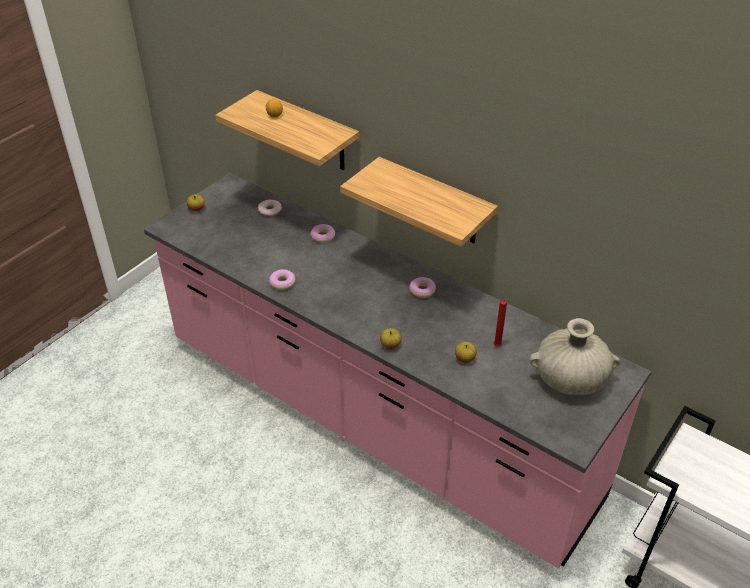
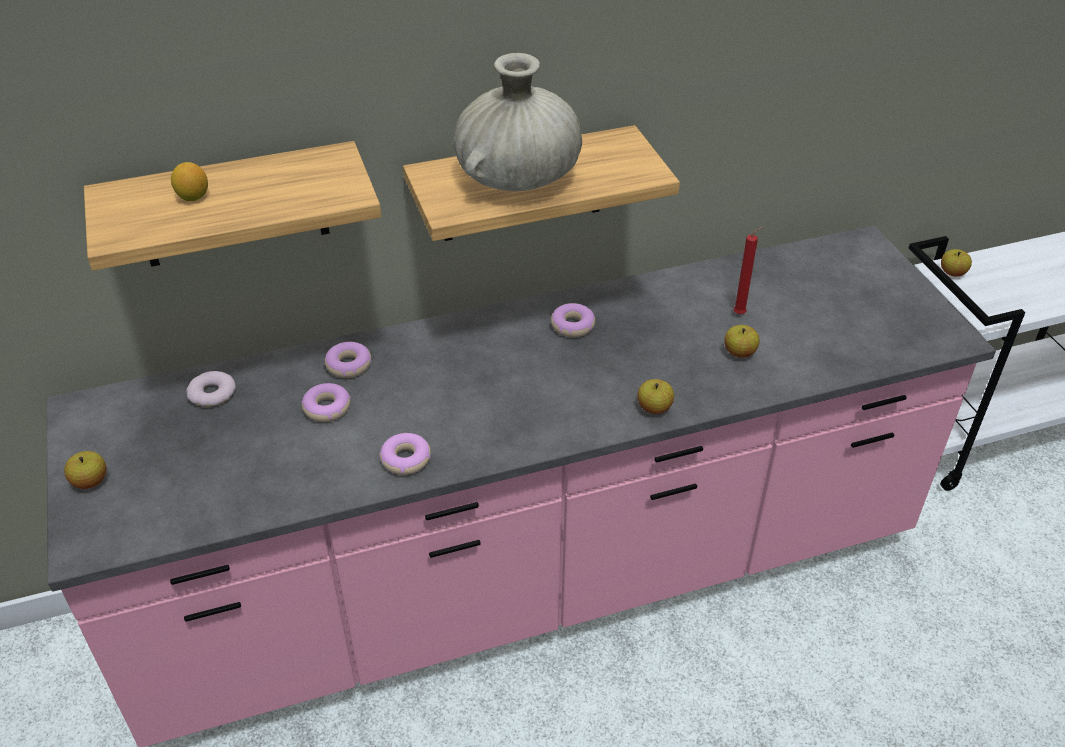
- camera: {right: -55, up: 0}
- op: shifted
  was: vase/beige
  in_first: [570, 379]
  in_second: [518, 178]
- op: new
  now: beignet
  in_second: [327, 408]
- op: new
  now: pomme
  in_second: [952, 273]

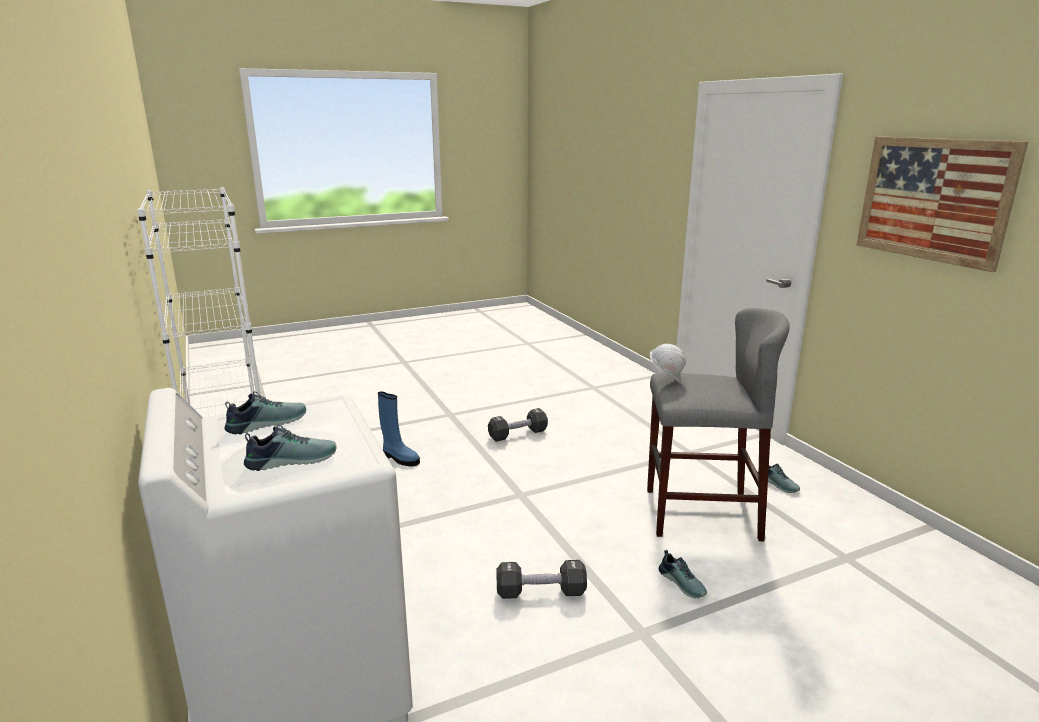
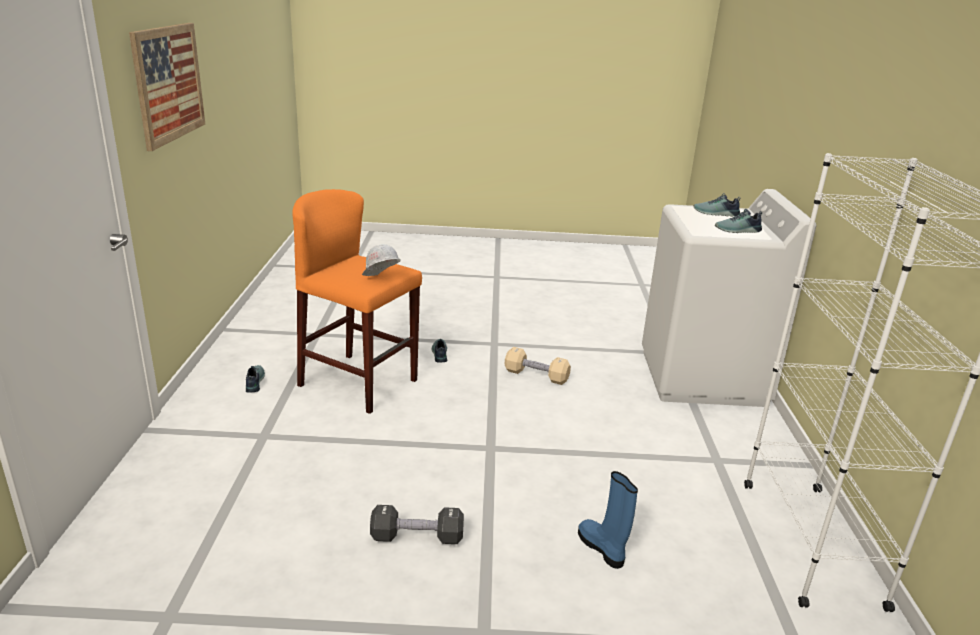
- camera: {right: -155, up: 5}
- op: repainted
  was: haltère/noir
  now: haltère/beige
  in_first: [541, 592]
  in_second: [536, 376]
- op: repainted
  was: tabouret/gris
  now: tabouret/orange
  in_first: [701, 513]
  in_second: [358, 383]

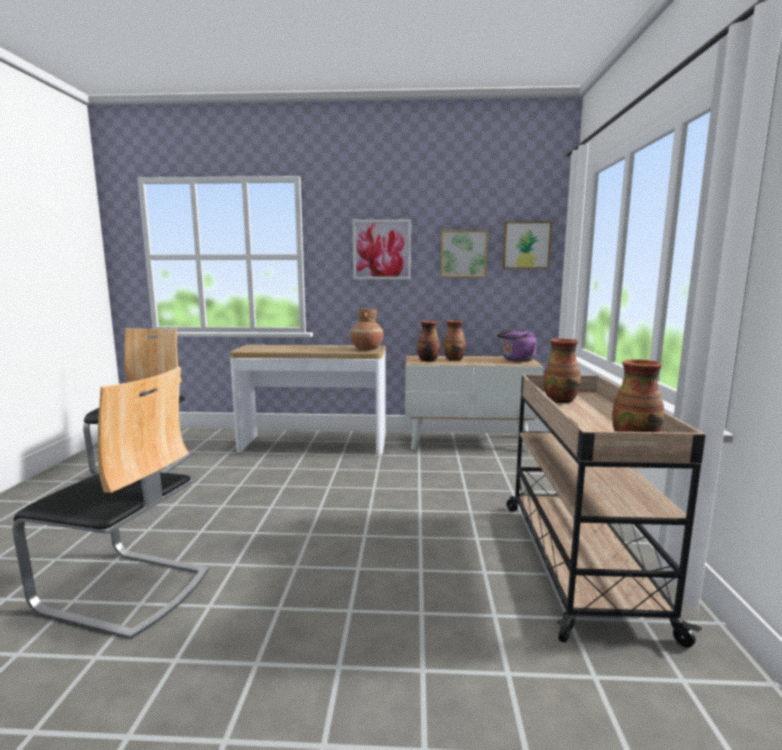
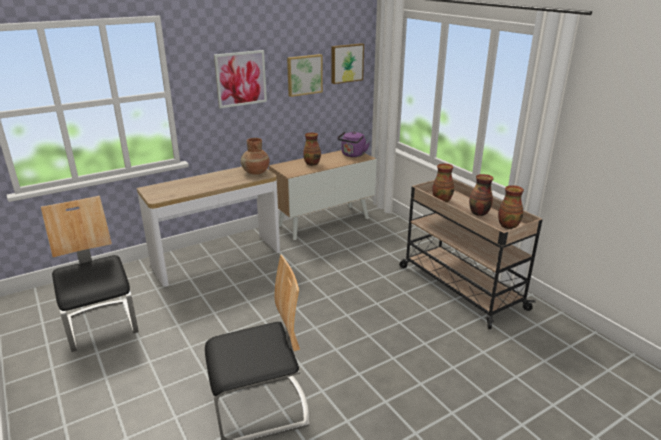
- camera: {right: -35, up: 15}
- op: shifted
  was: vase
  in_first: [427, 360]
  in_second: [478, 213]

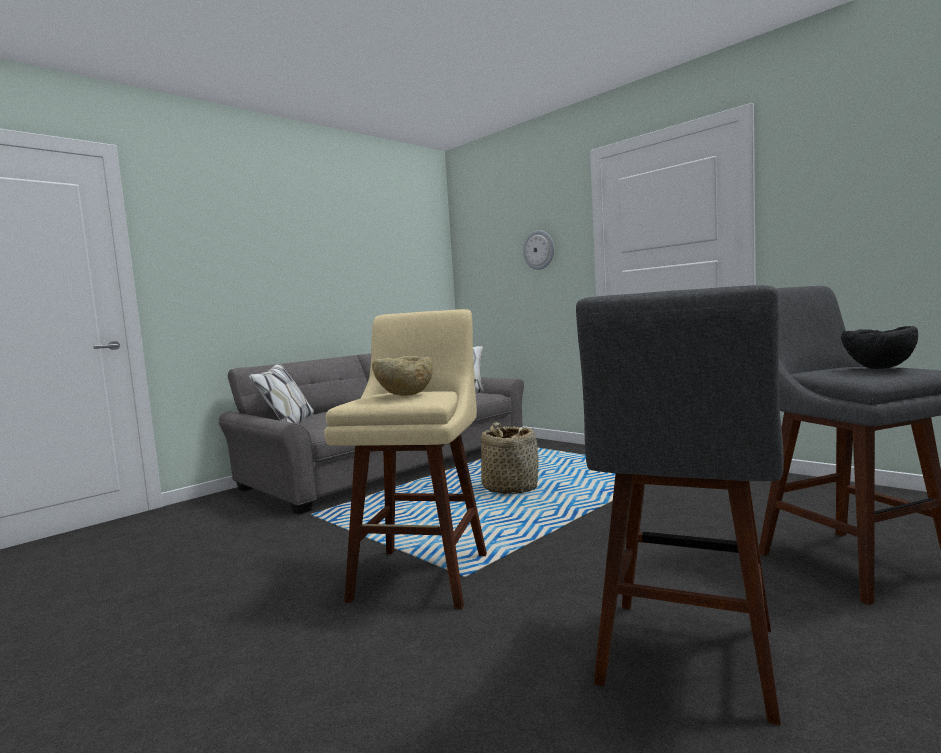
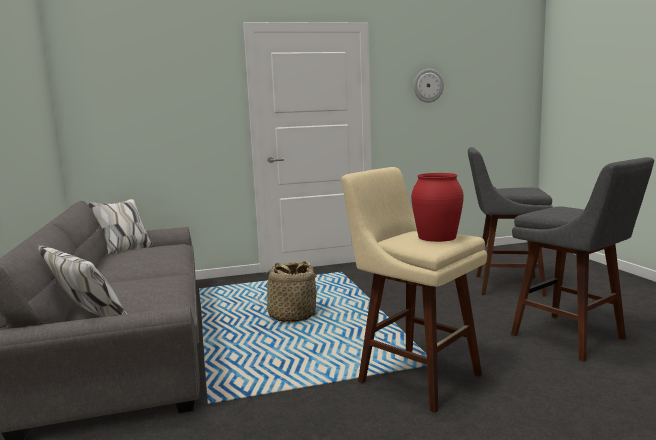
- camera: {right: -60, up: 5}
- op: swapped
  was: bol/beige
  now: vase/rouge
  in_first: [404, 395]
  in_second: [436, 237]
- op: shifted
  was: horloge murale
  in_first: [539, 250]
  in_second: [428, 85]
- op: gone
  was: bol/noir
  in_first: [878, 369]

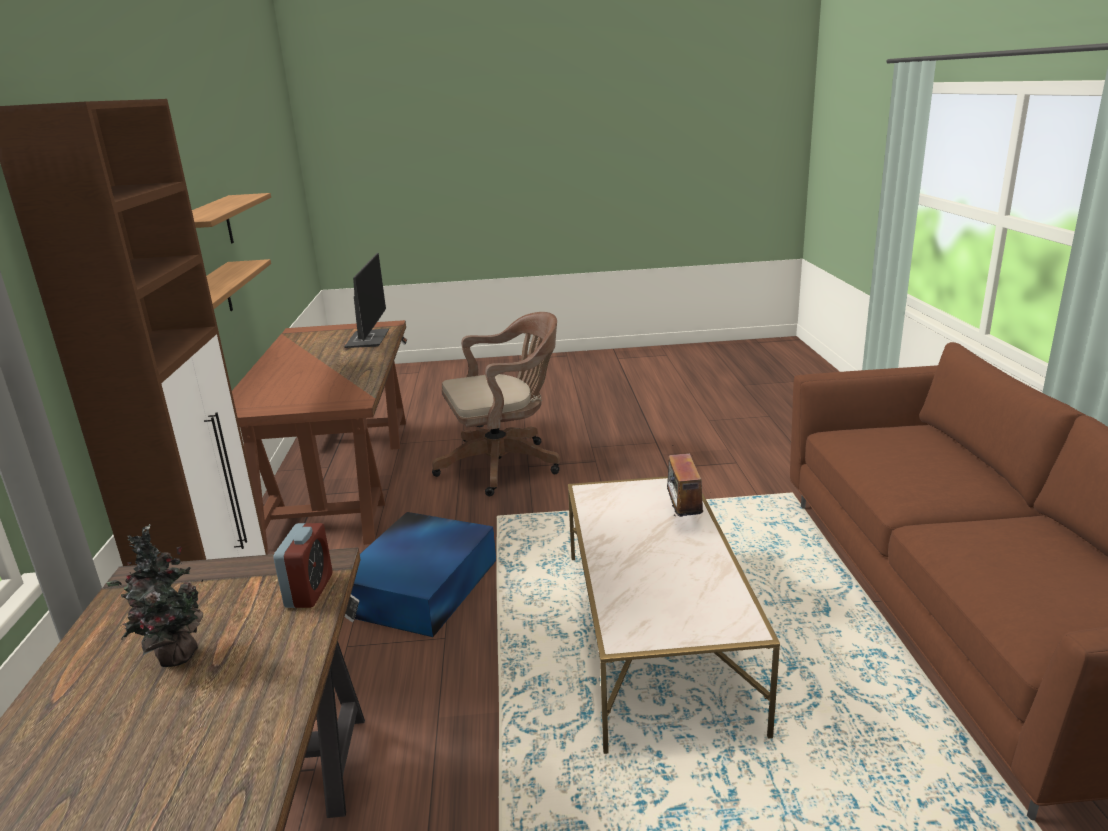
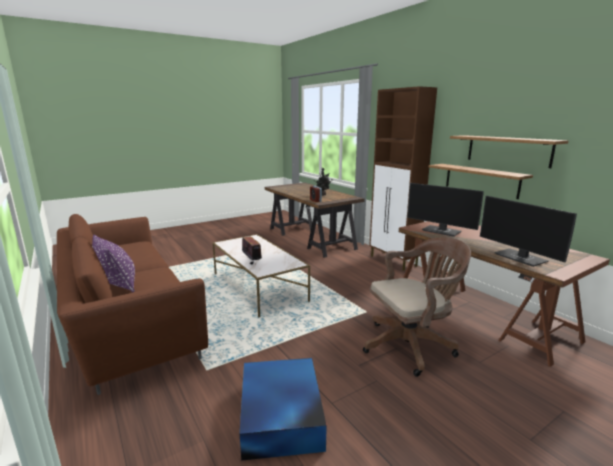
- camera: {right: 150, up: -5}
- op: shifted
  was: boîte de rangement/bleu
  in_first: [423, 585]
  in_second: [280, 416]
- op: rotated
  was: chaise de bureau/marron
  in_first: [505, 465]
  in_second: [412, 345]
  clockwise: -150
- op: new
  now: coussin/violet
  in_second: [118, 285]
- op: new
  now: écran d'ordinateur
  in_second: [442, 231]

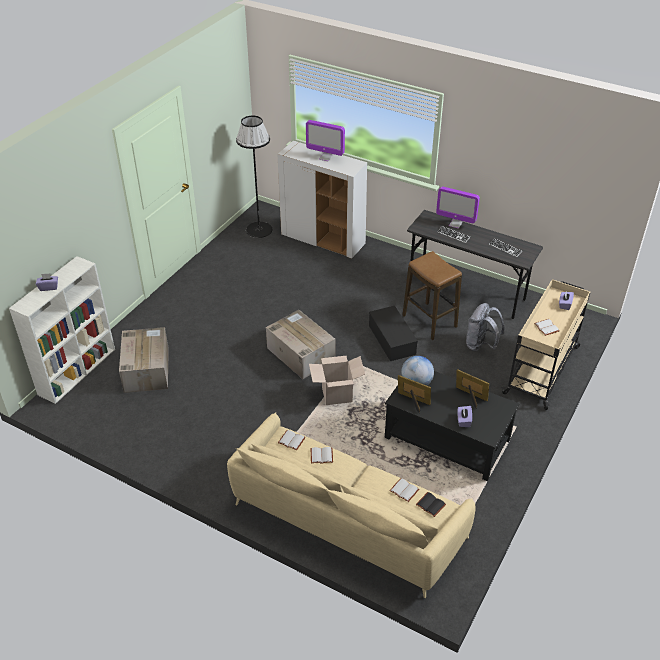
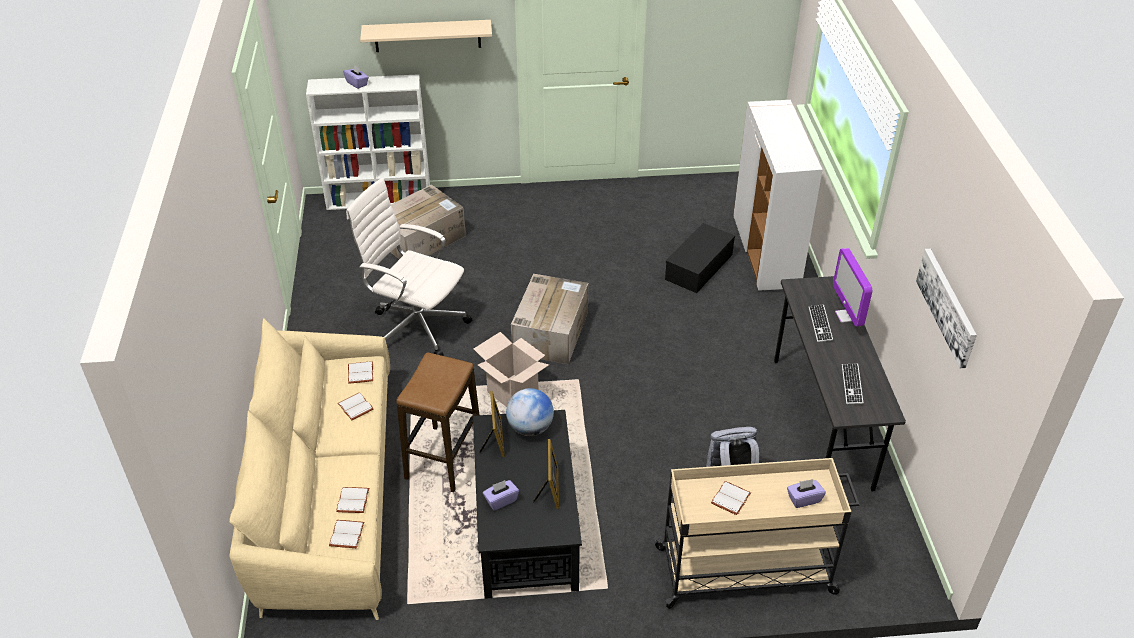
- camera: {right: 55, up: 0}
- op: gone
  was: lampadaire/noir
  in_first: [259, 229]
- op: gone
  was: écran d'ordinateur
  in_first: [325, 157]
- op: shifted
  was: boîte de rangement/noir
  in_first: [393, 340]
  in_second: [699, 268]
- op: shifted
  was: tabouret
  in_first: [429, 321]
  in_second: [444, 458]
- op: repainted
  was: livre/noir
  now: livre/blanc
  in_first: [430, 505]
  in_second: [346, 534]
- op: new
  now: chaise de bureau/blanc
  in_second: [416, 326]
- op: new
  now: étagère/beige
  in_second: [427, 36]
- op: new
  now: tableau
  in_second: [947, 306]

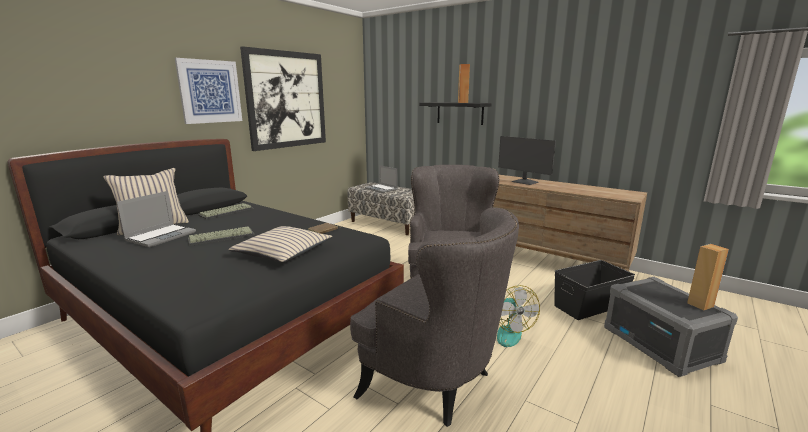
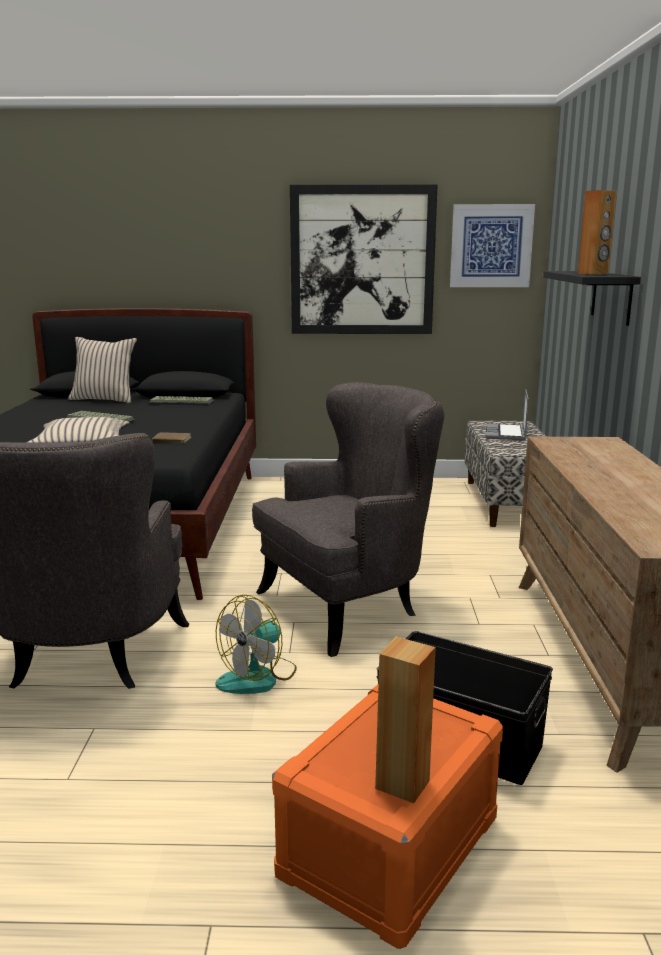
- camera: {right: 55, up: 0}
- op: gone
  was: ordinateur portable
  in_first: [161, 236]
- op: shifted
  was: tableau
  in_first: [210, 91]
  in_second: [491, 246]
- op: gone
  was: écran d'ordinateur
  in_first: [524, 182]
- op: repainted
  was: boîte de rangement/gris
  now: boîte de rangement/orange
  in_first: [660, 344]
  in_second: [391, 848]

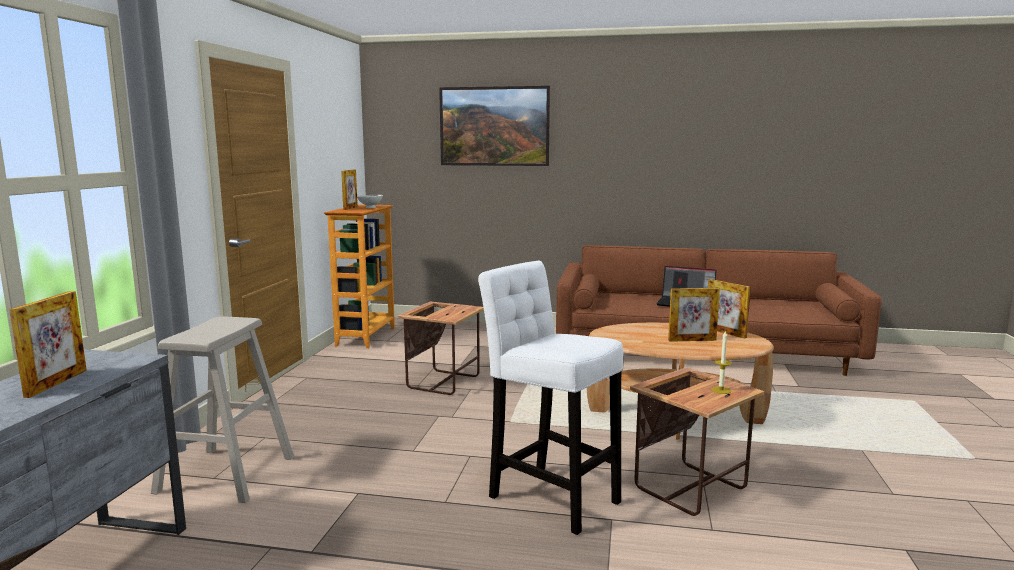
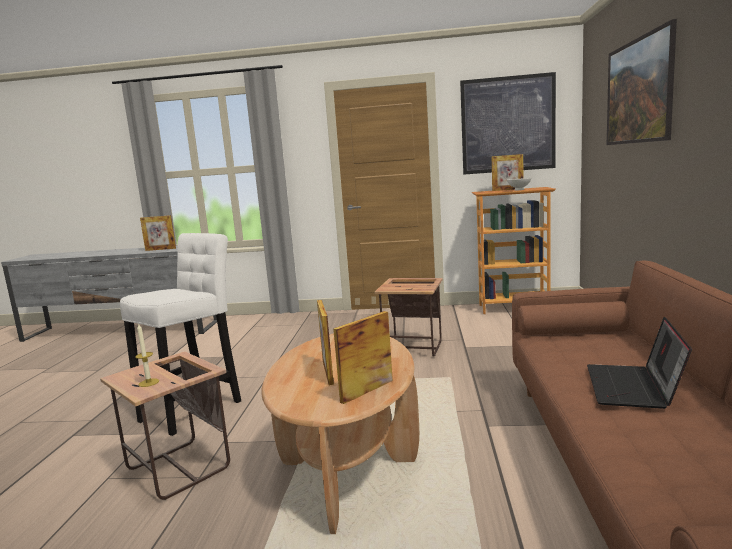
- camera: {right: 85, up: 0}
- op: gone
  was: tabouret/beige
  in_first: [226, 474]
- op: new
  now: tableau
  in_second: [507, 124]

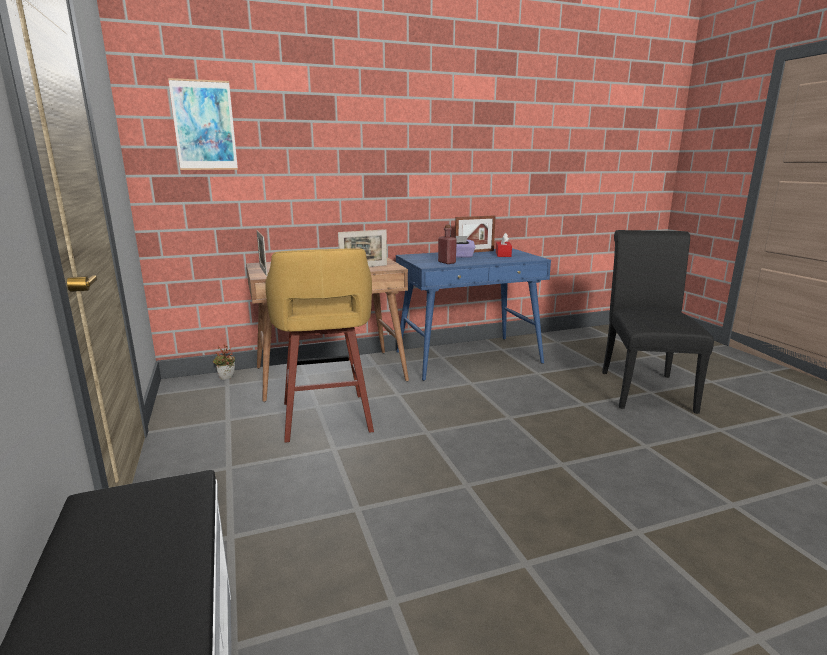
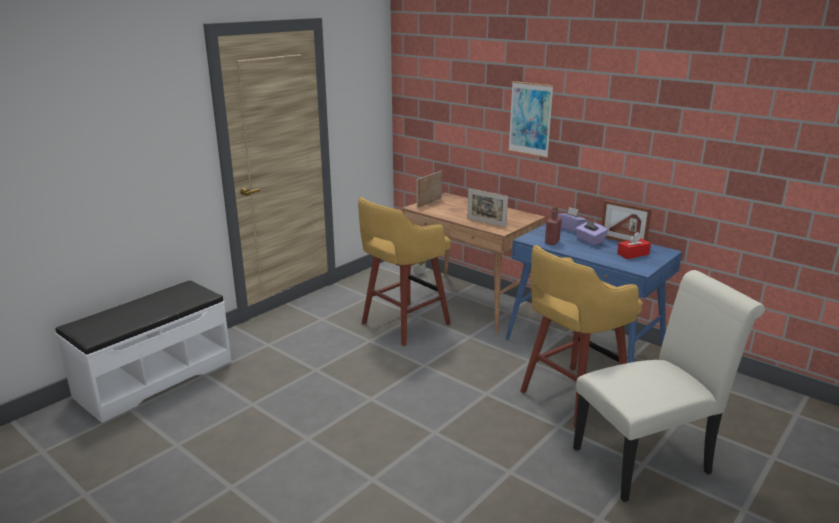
- camera: {right: 60, up: 5}
- op: shifted
  was: tableau
  in_first: [204, 125]
  in_second: [530, 119]
- op: repainted
  was: chaise/noir
  now: chaise/blanc
  in_first: [643, 388]
  in_second: [648, 458]
- op: new
  now: tabouret/jaune
  in_second: [571, 397]
- op: new
  now: boîte à mouchoirs/violet
  in_second: [570, 228]

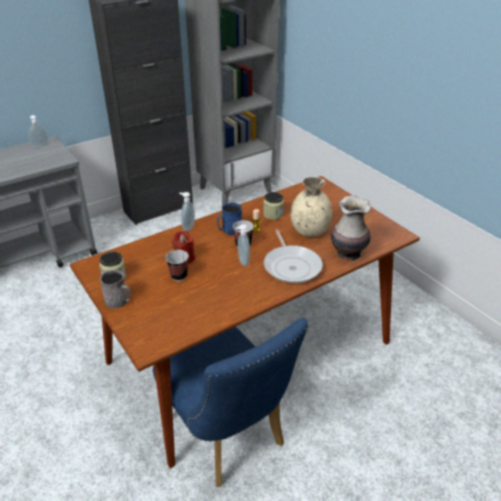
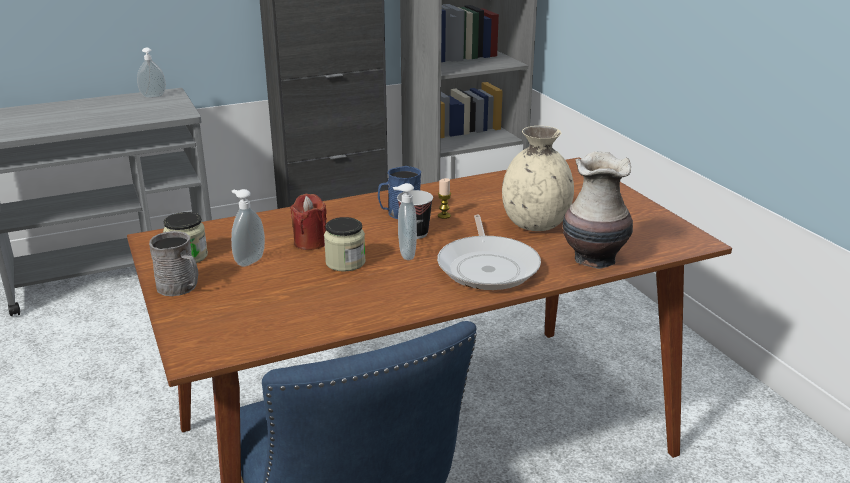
- camera: {right: 10, up: -10}
- op: gone
  was: tasse
  in_first: [179, 276]
- op: shifted
  was: distributeur de savon
  in_first: [188, 227]
  in_second: [248, 261]
- op: shifted
  was: bocal
  in_first: [273, 214]
  in_second: [345, 262]

